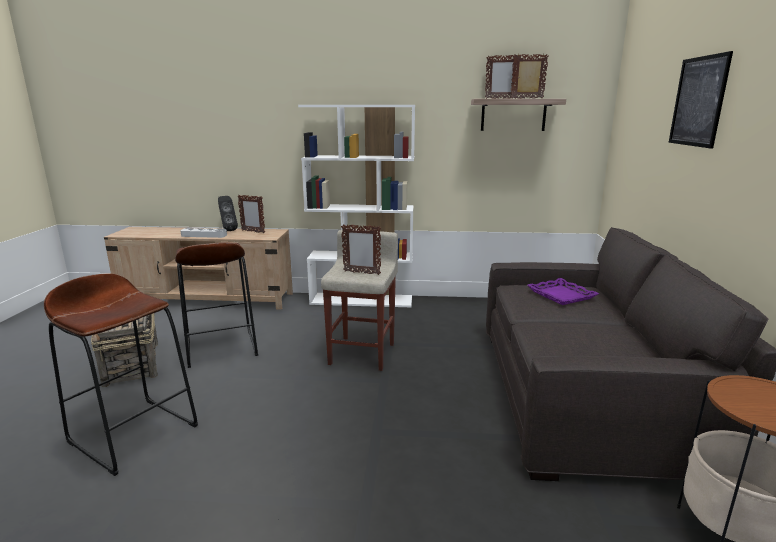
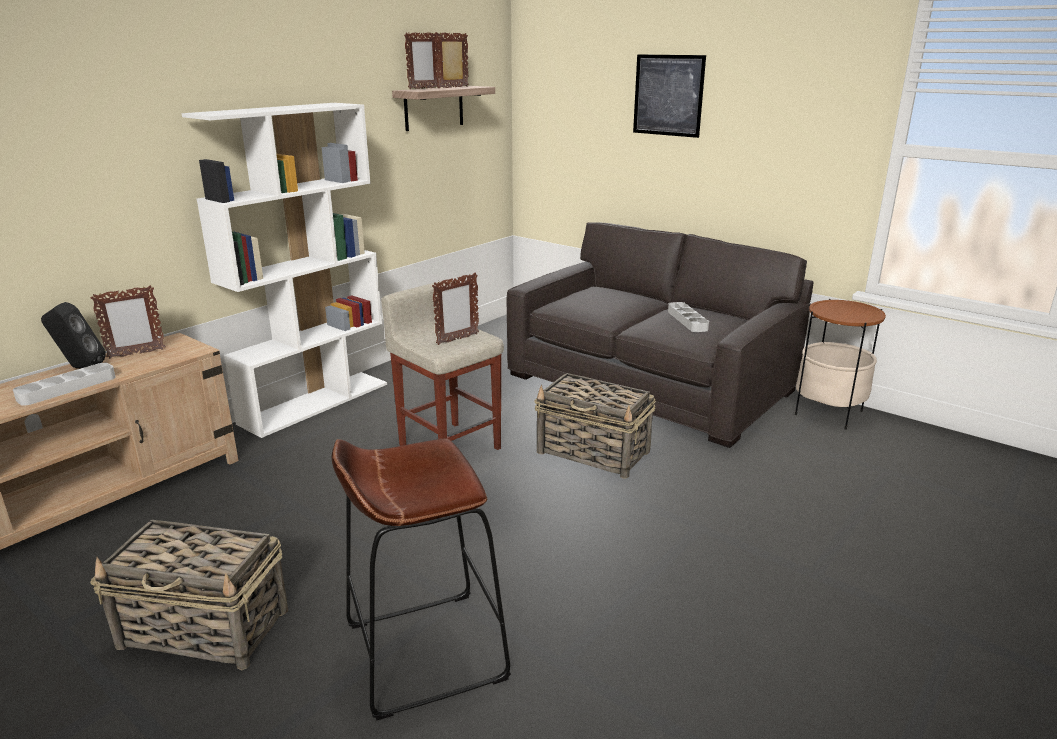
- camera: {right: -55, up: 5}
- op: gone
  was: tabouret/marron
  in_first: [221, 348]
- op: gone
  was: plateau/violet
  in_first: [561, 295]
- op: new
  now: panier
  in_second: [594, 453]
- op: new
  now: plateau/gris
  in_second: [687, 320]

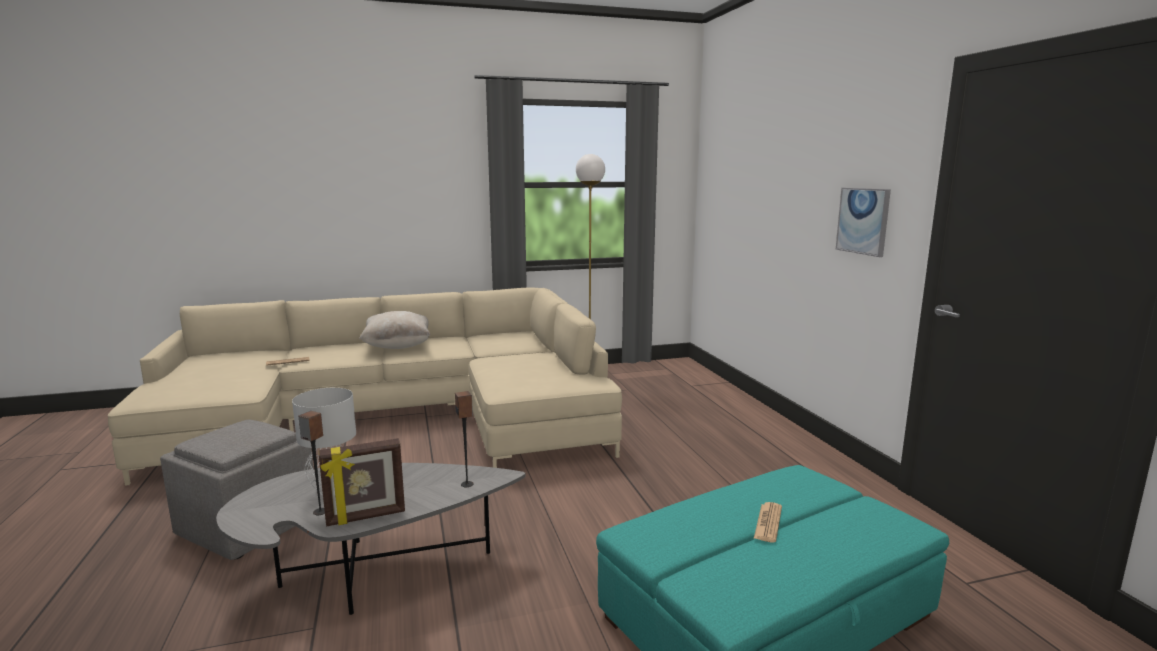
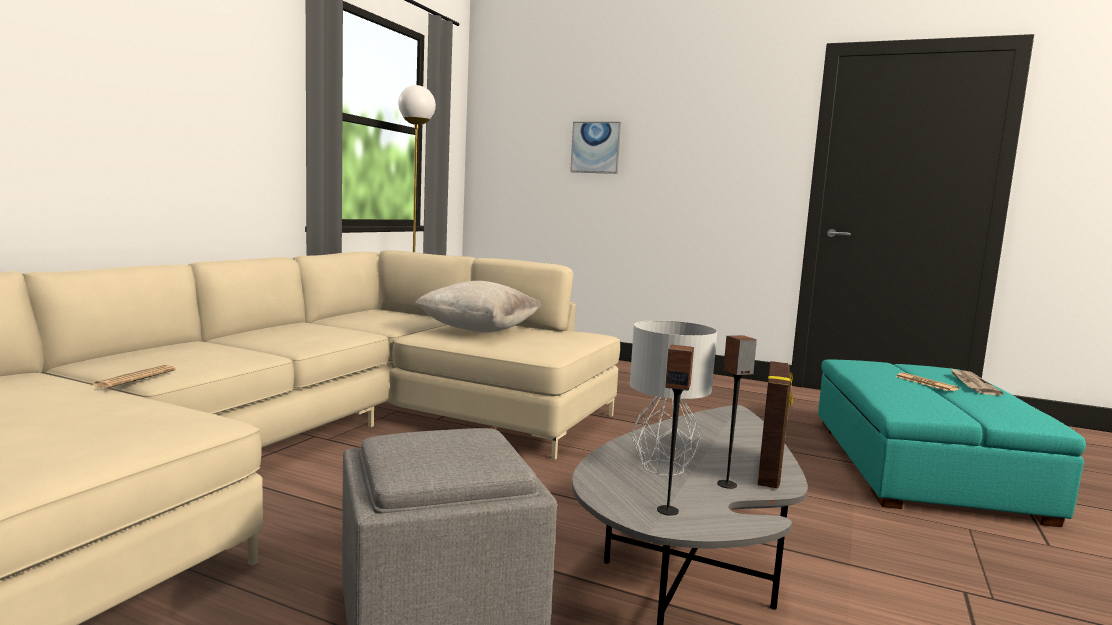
- camera: {right: -50, up: -5}
- op: shifted
  was: coussin/beige
  in_first: [398, 346]
  in_second: [478, 331]
- op: shifted
  was: enceinte
  in_first: [467, 484]
  in_second: [667, 510]
- op: shifted
  was: tableau
  in_first: [863, 221]
  in_second: [595, 147]
- op: new
  now: journal
  in_second: [972, 384]

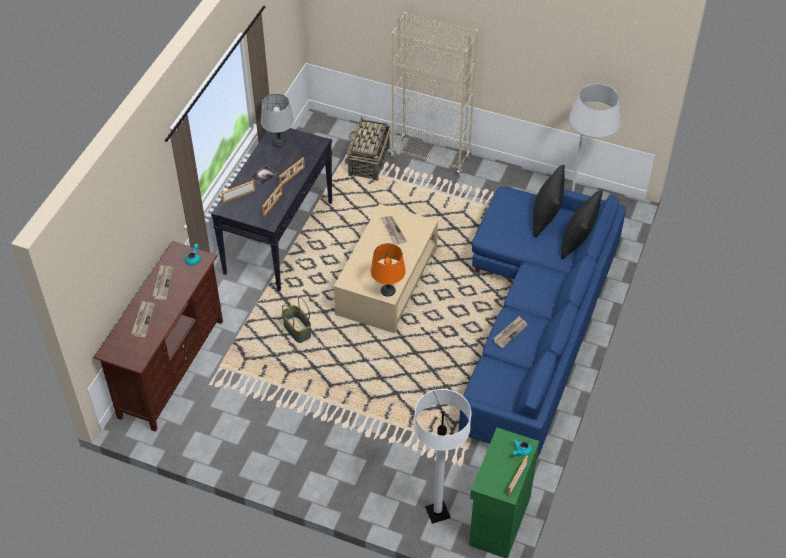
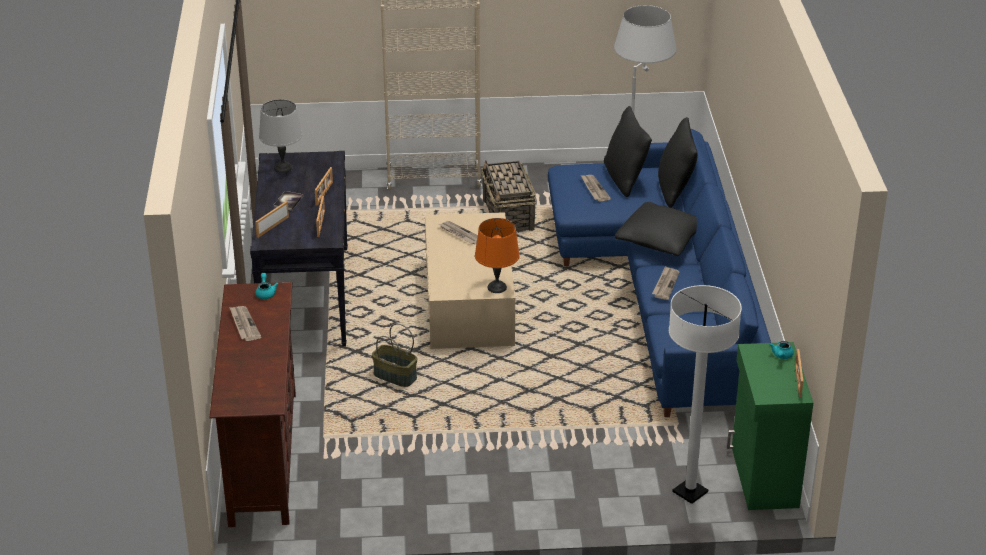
- camera: {right: -25, up: -15}
- op: shifted
  was: journal
  in_first: [143, 320]
  in_second: [594, 189]
- op: shifted
  was: panier
  in_first: [368, 162]
  in_second: [508, 216]
- op: new
  now: coussin/noir
  in_second: [660, 240]

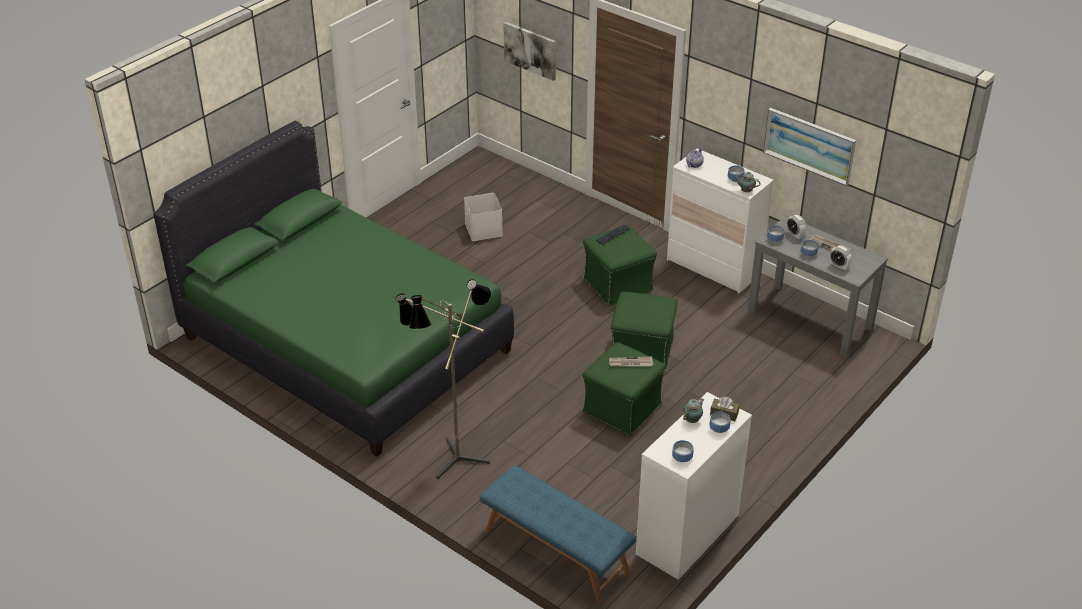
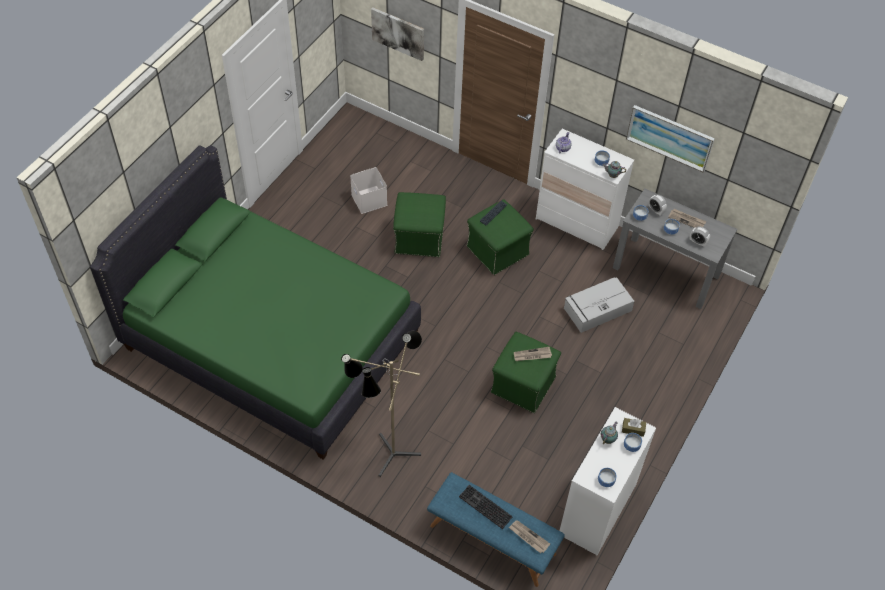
- camera: {right: -10, up: 15}
- op: shifted
  was: pouf/vert
  in_first: [642, 352]
  in_second: [420, 238]
- op: new
  now: clavier
  in_second: [484, 507]
- op: new
  now: journal
  in_second: [528, 537]
- op: new
  now: boîte de rangement/gris
  in_second: [596, 310]

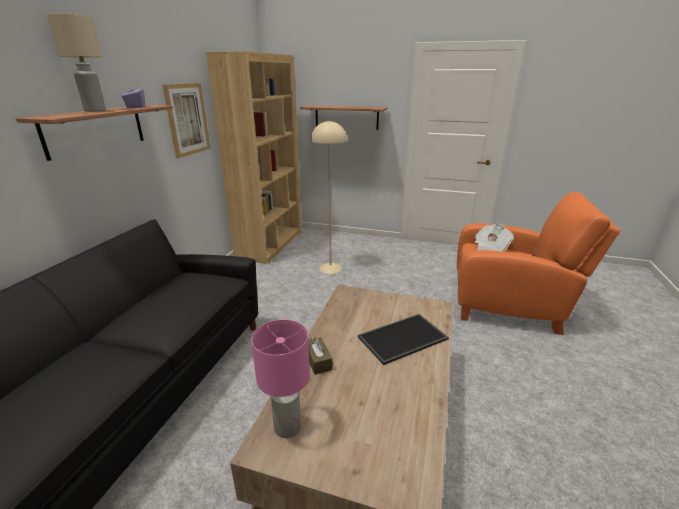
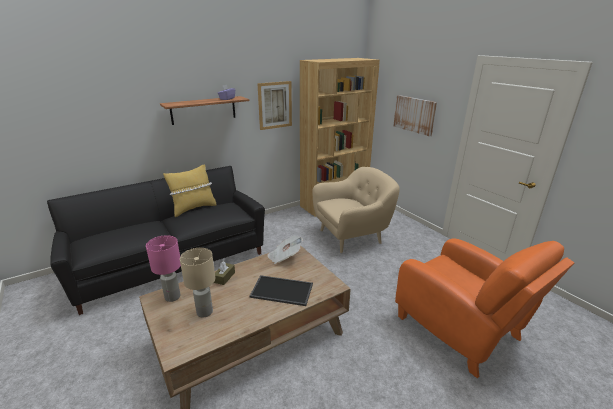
- camera: {right: 40, up: 0}
- op: shifted
  was: lampe de table/beige
  in_first: [95, 111]
  in_second: [205, 312]
- op: swapped
  was: étagère
  now: tableau
  in_first: [346, 117]
  in_second: [414, 114]
- op: swapped
  was: lampadaire/beige
  now: fauteuil/beige
  in_first: [330, 268]
  in_second: [352, 236]
- op: shifted
  was: journal
  in_first: [490, 249]
  in_second: [284, 257]
- op: new
  now: coussin/jaune
  in_second: [193, 208]

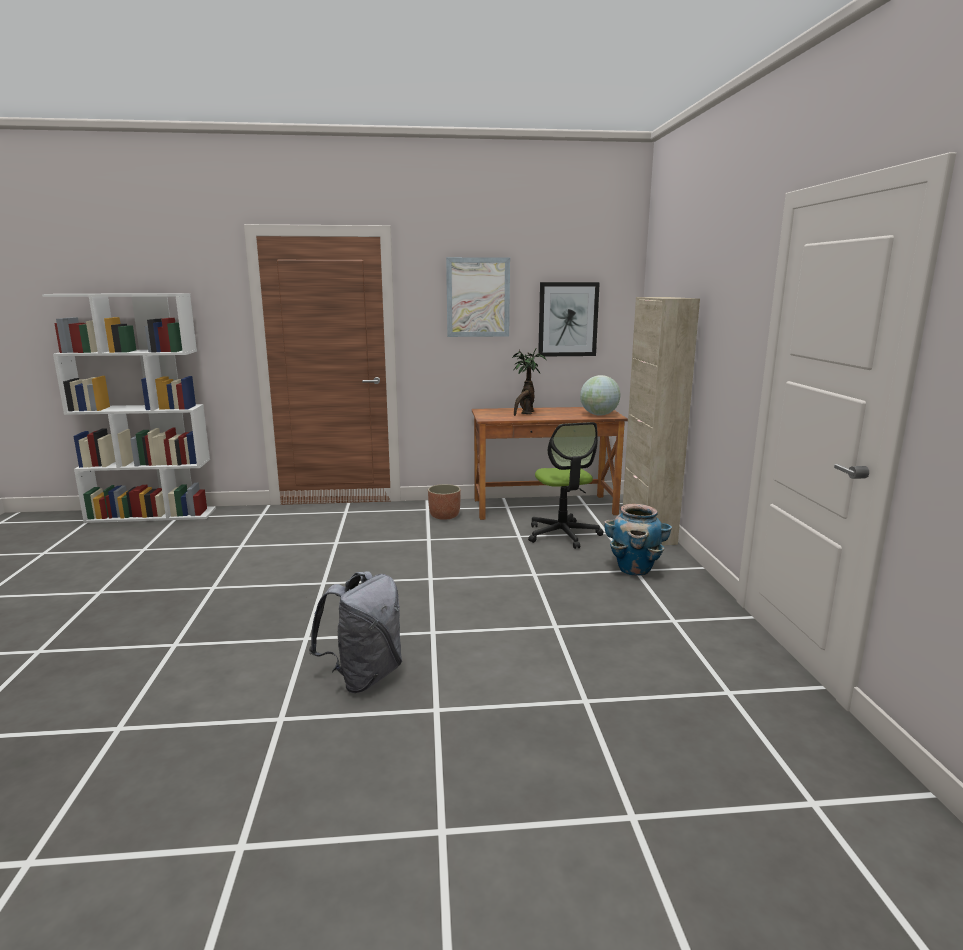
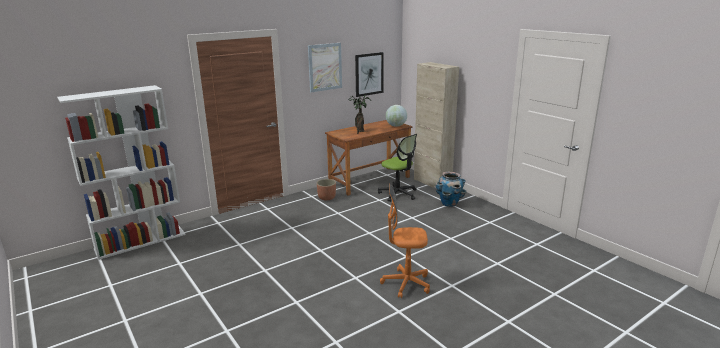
- camera: {right: -30, up: 5}
- op: swapped
  was: sac à dos/gris
  now: chaise de bureau/orange
  in_first: [364, 676]
  in_second: [406, 284]

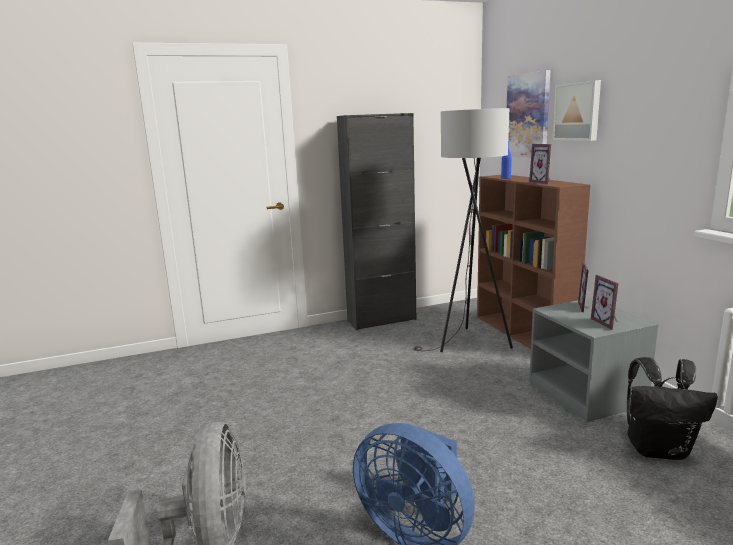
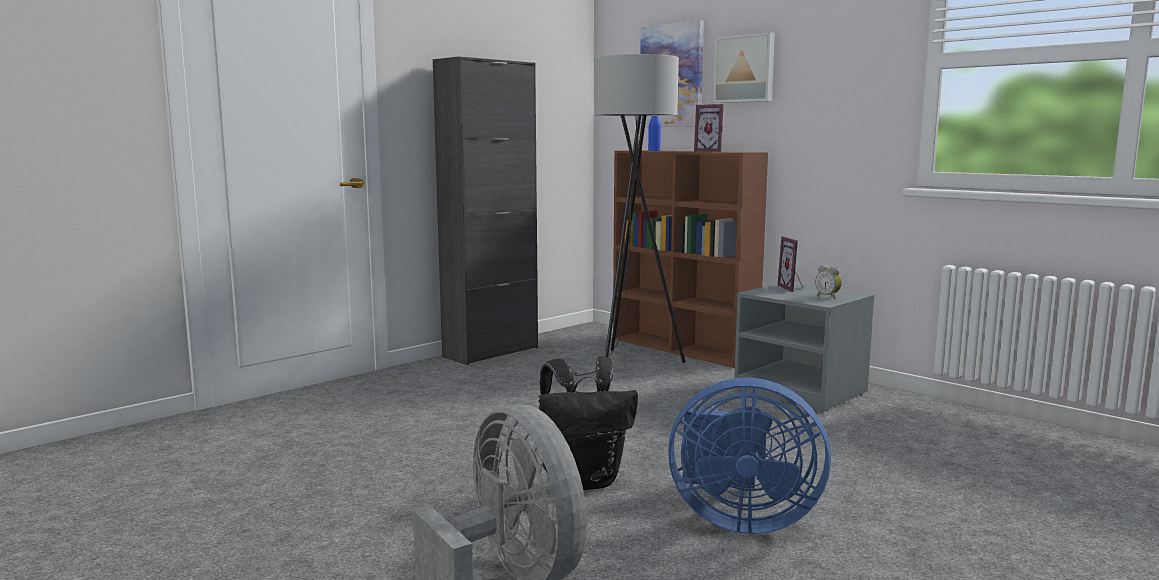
- camera: {right: -25, up: -5}
- op: swapped
  was: cadre photo
  now: réveil
  in_first: [608, 323]
  in_second: [828, 297]
- op: shifted
  was: sac à dos/noir
  in_first: [659, 449]
  in_second: [583, 481]

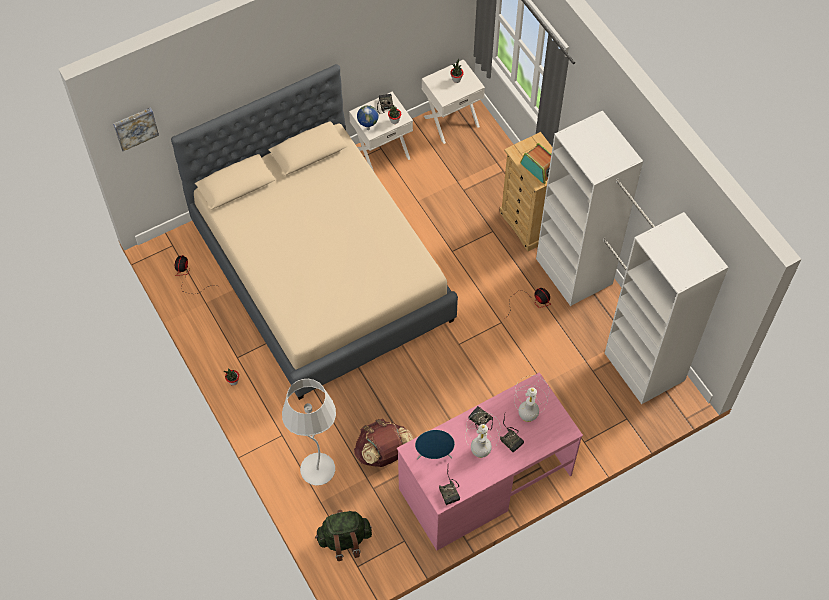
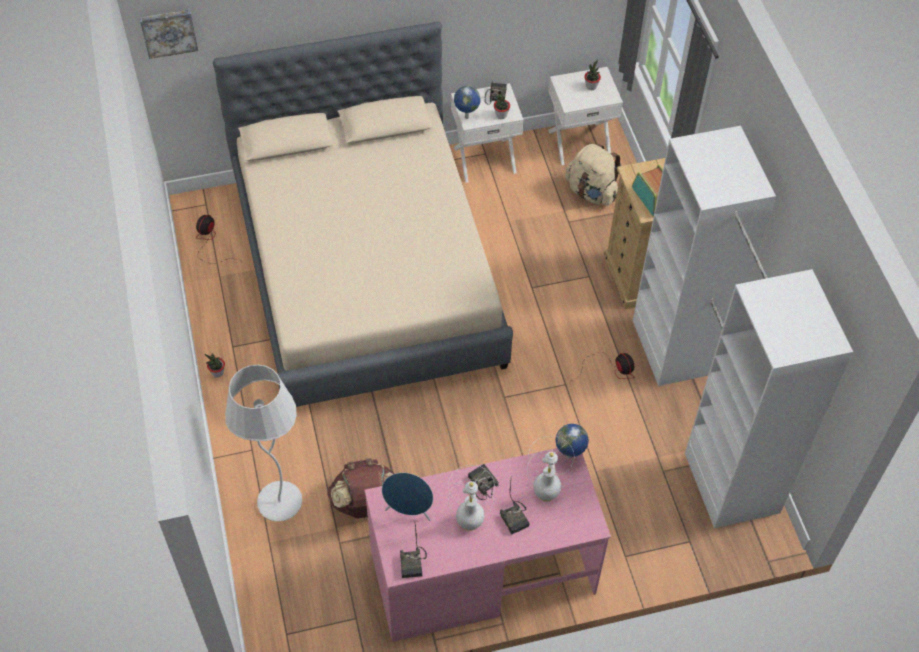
- camera: {right: 15, up: -5}
- op: gone
  was: sac à dos/vert
  in_first: [344, 540]
- op: new
  now: globe
  in_second: [570, 456]
- op: new
  now: sac à dos/beige
  in_second: [591, 192]

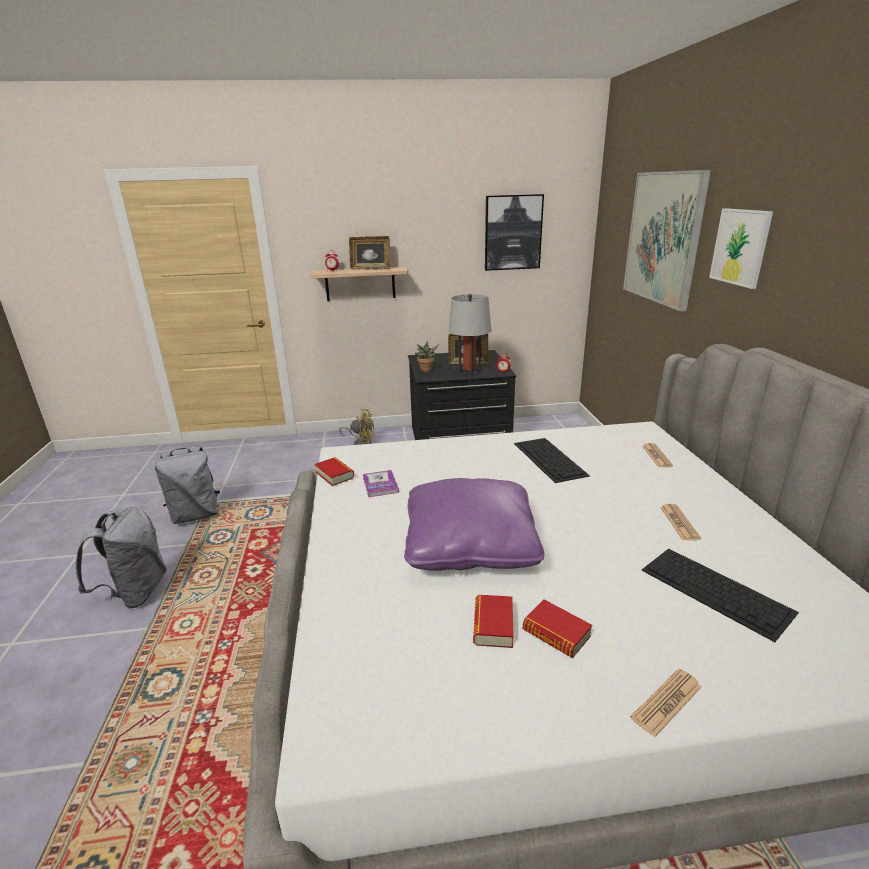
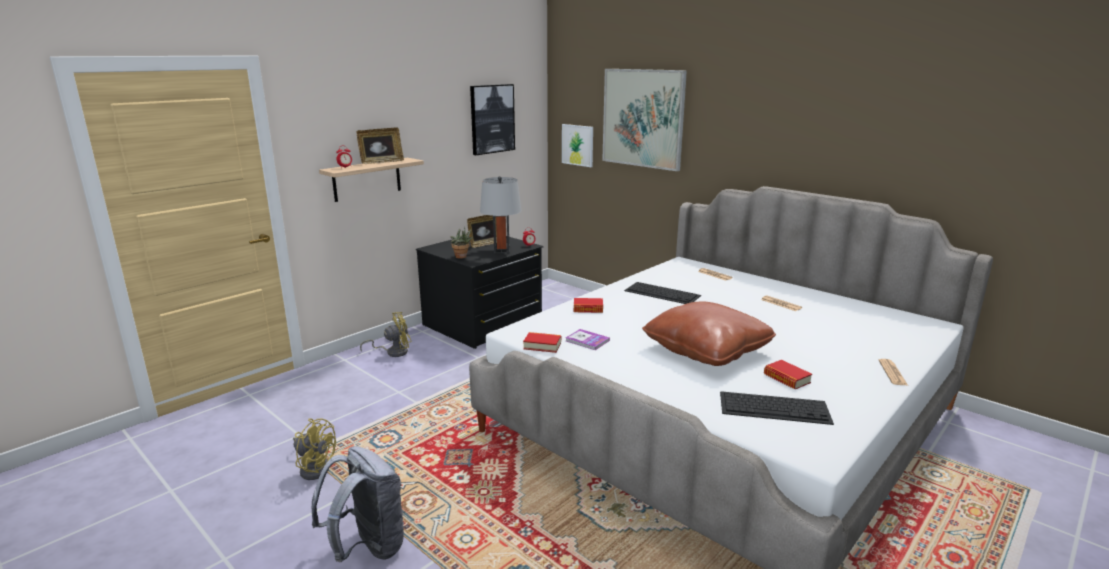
- camera: {right: -40, up: -5}
- op: swapped
  was: sac à dos/gris
  now: ventilateur/jaune
  in_first: [196, 515]
  in_second: [315, 468]
- op: repainted
  was: coussin/violet
  now: coussin/marron
  in_first: [470, 544]
  in_second: [706, 350]
- op: shifted
  was: livre
  in_first: [556, 633]
  in_second: [588, 309]
- op: shifted
  was: clavier
  in_first: [717, 591]
  in_second: [775, 407]
- op: shifted
  was: tableau
  in_first: [740, 247]
  in_second: [577, 145]

